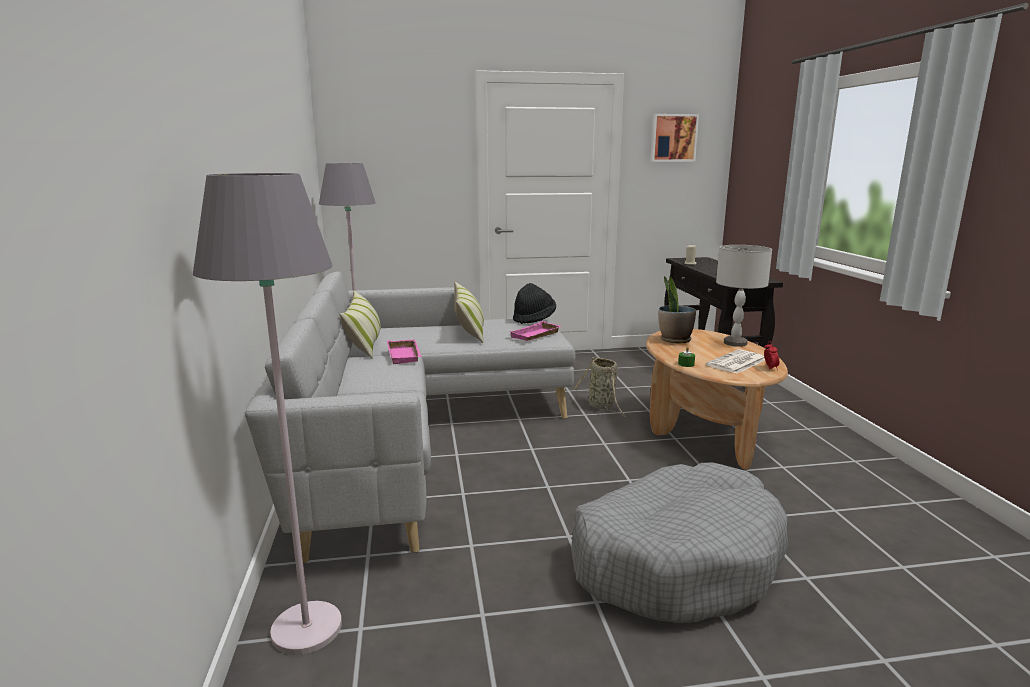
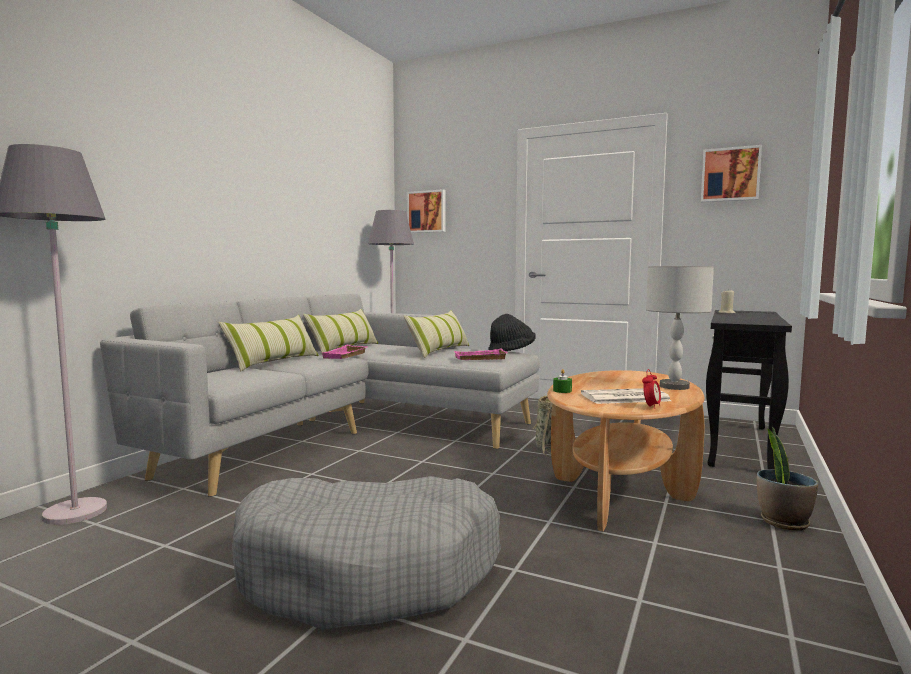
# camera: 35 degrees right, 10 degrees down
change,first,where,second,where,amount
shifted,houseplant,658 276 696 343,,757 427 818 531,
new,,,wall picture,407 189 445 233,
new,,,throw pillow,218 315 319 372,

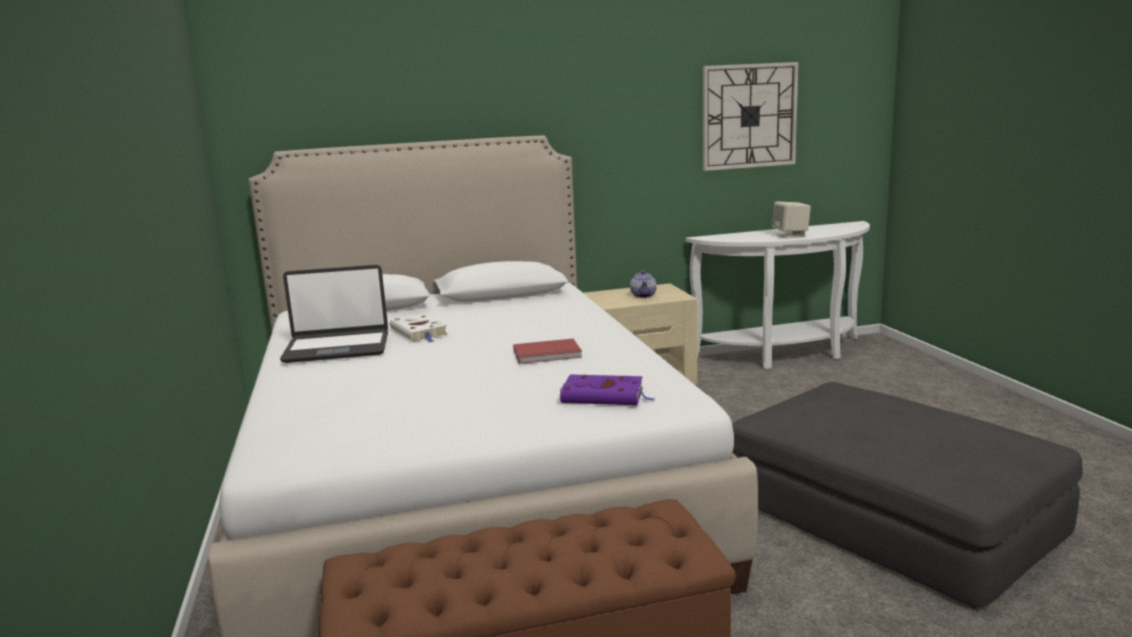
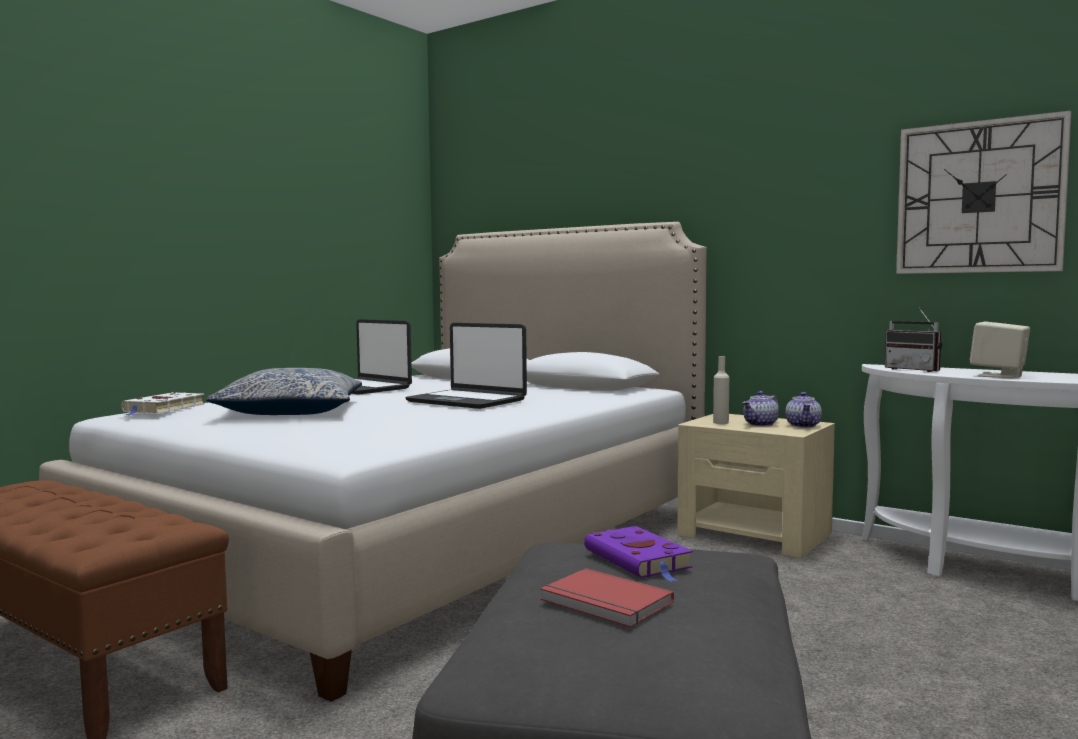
# camera: 50 degrees right, 10 degrees down
change,first,where,second,where,amount
shifted,volume/white-coloured,390 313 448 342,,121 392 205 415,
shifted,volume/red-coloured,513 339 582 364,,540 568 674 627,
shifted,volume/purple-coloured,560 375 655 405,,584 526 693 582,
new,,,radio,885 308 942 372,
new,,,laptop,405 323 527 409,
new,,,drink bottle/sand-coloured,713 356 729 424,
new,,,throw pillow,206 368 362 415,
new,,,tea pot,785 392 822 428,

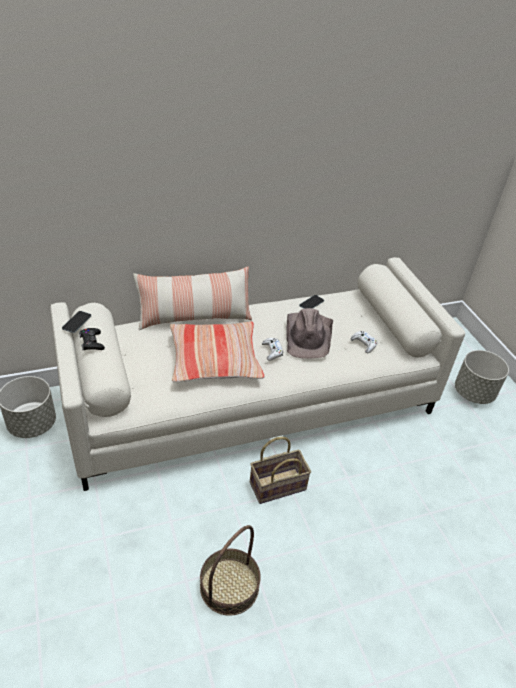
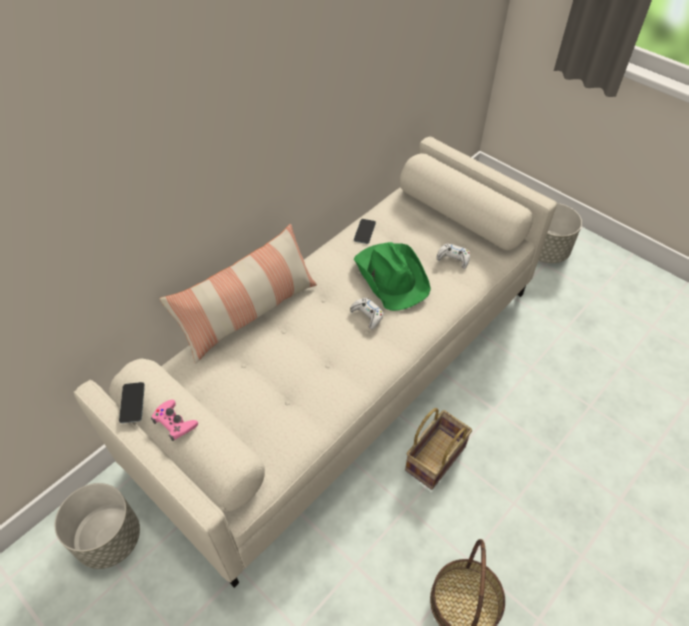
# camera: 25 degrees left, 10 degrees up
change,first,where,second,where,amount
repainted,hat/brown,286 308 333 359,hat/green,354 242 431 311,
gone,throw pillow,170 322 265 382,,,
repainted,gamepad/black-coloured,79 328 105 350,gamepad/pink,151 400 198 441,

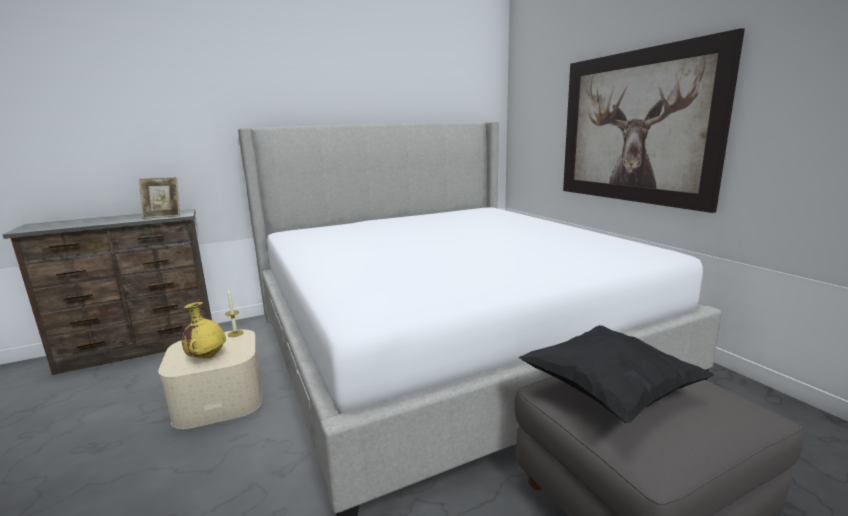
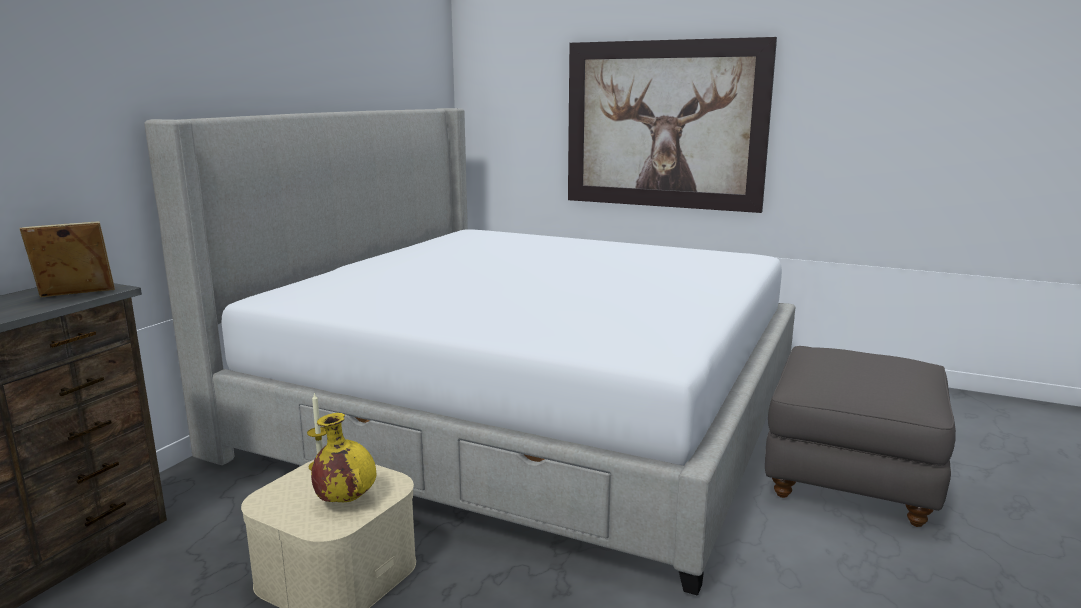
# camera: 40 degrees left, 0 degrees up
change,first,where,second,where,amount
rotated,photo frame,139 177 180 219,,20 221 115 297,150 degrees counterclockwise
gone,throw pillow/black-coloured,519 325 714 423,,,

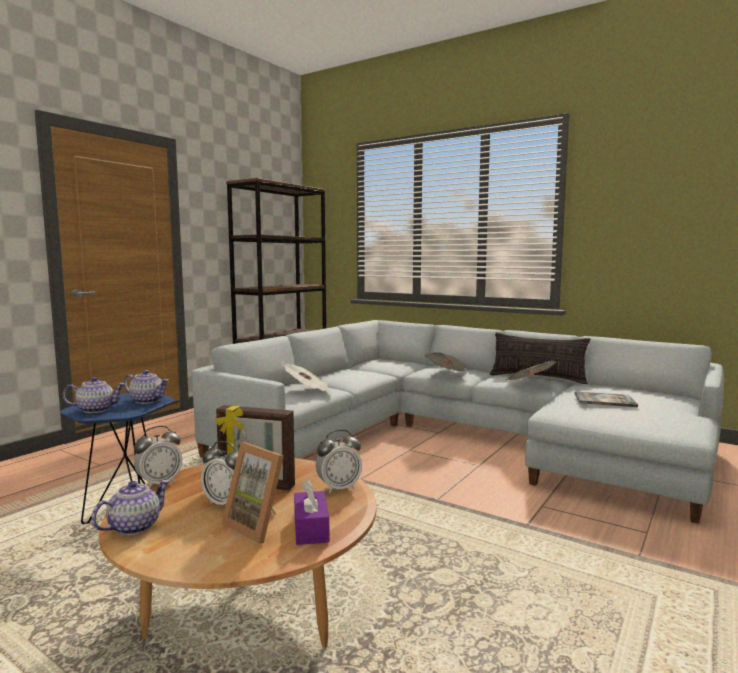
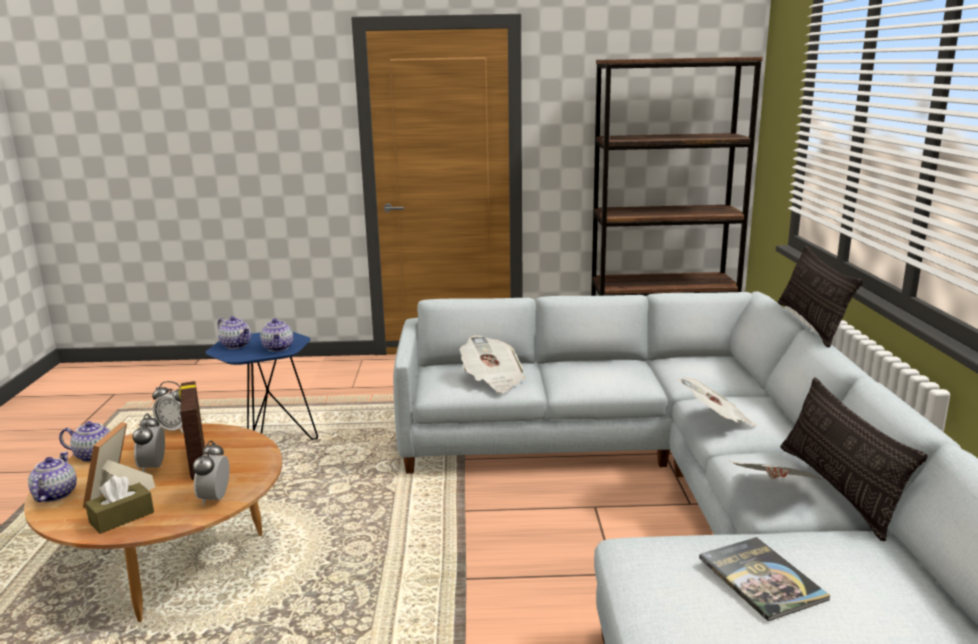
# camera: 55 degrees right, 10 degrees up
change,first,where,second,where,amount
rotated,bedside clock,316 430 362 493,,193 440 229 506,60 degrees clockwise
repainted,tissue box/purple-coloured,294 480 330 545,tissue box/brown,85 475 154 534,
new,,,throw pillow,778 245 863 348,
new,,,tea pot,28 451 77 502,

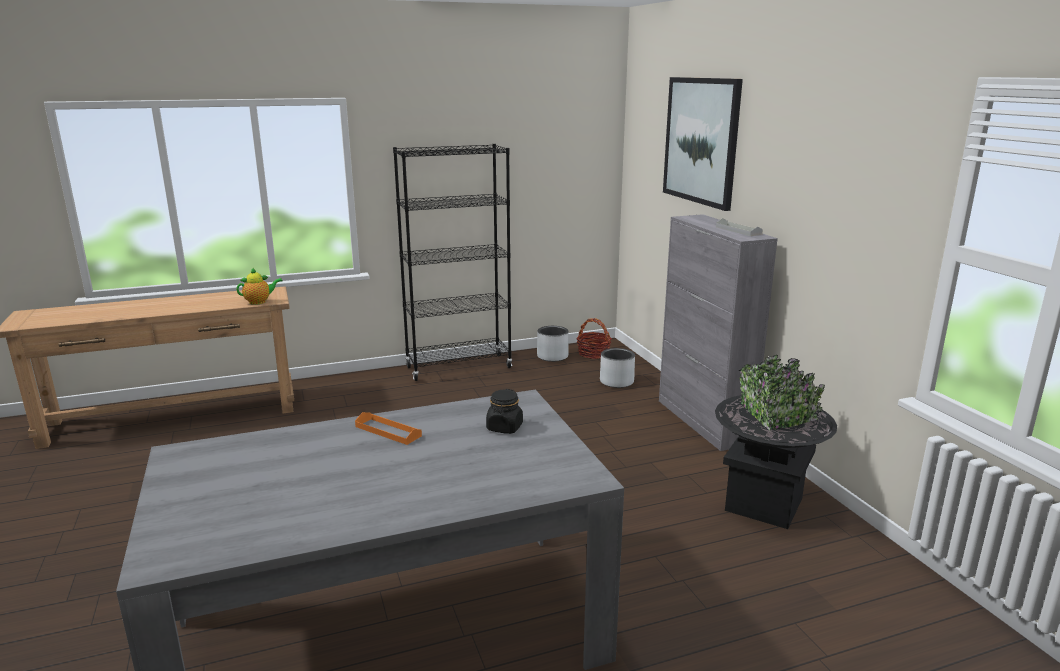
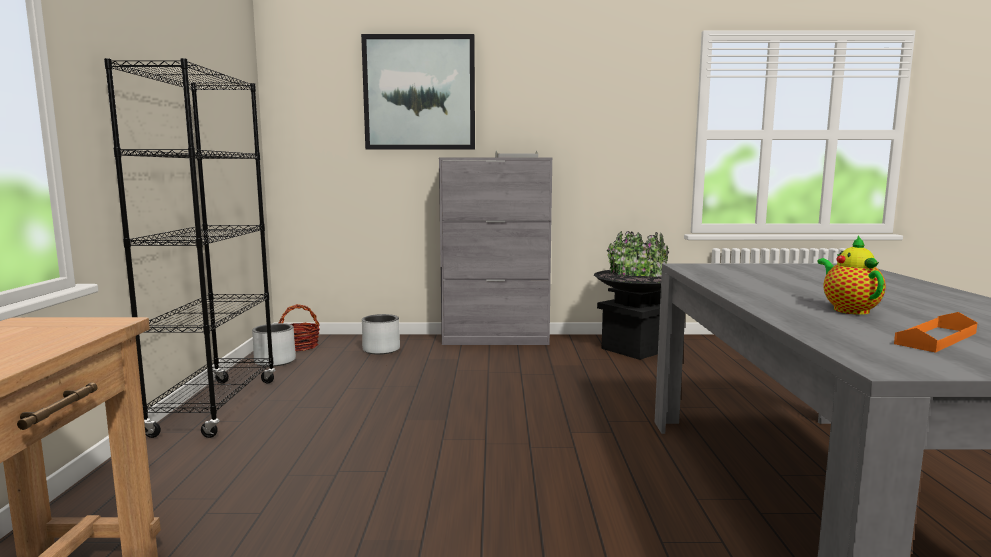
# camera: 70 degrees left, 10 degrees down
change,first,where,second,where,amount
shifted,tea pot,236 268 283 305,,817 236 886 315,
gone,storage jar/black-coloured,486 389 523 434,,,
shifted,serving tray/orangey,355 412 422 445,,894 312 977 353,

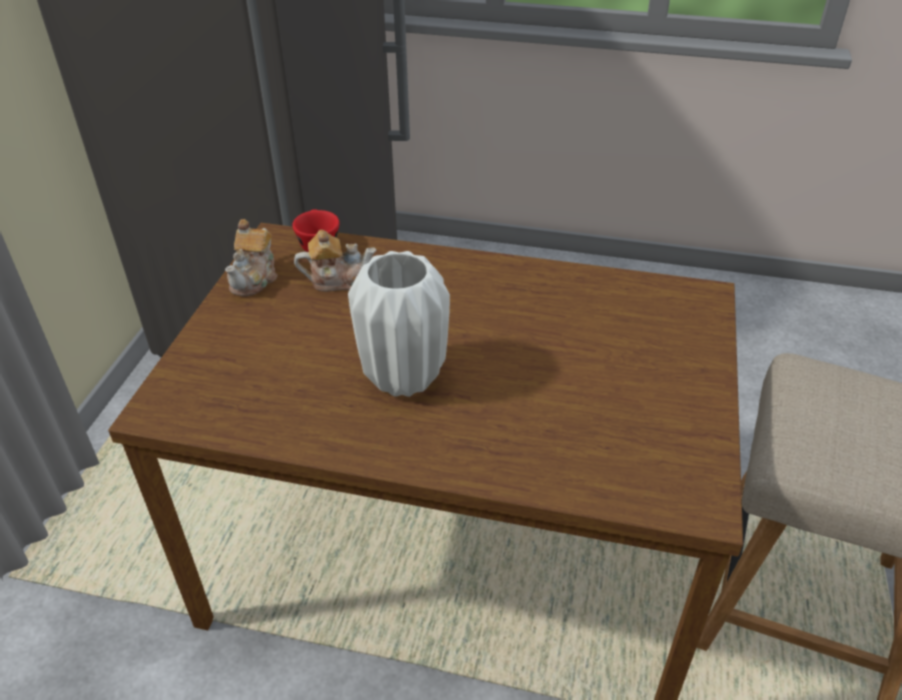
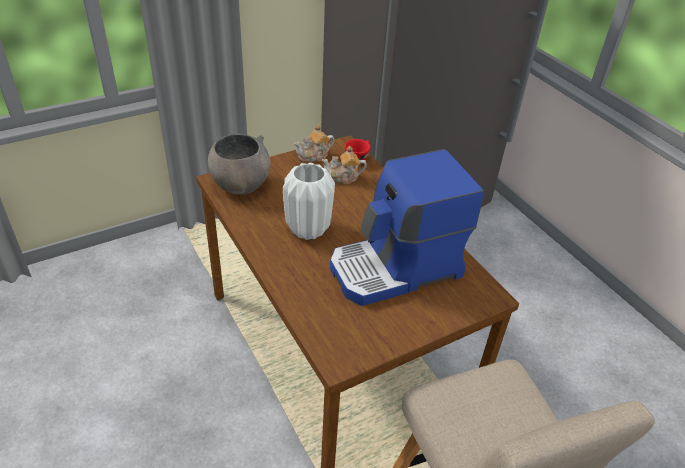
# camera: 45 degrees right, 0 degrees up
change,first,where,second,where,amount
rotated,tea pot,294 230 377 292,,322 146 367 184,135 degrees clockwise
new,,,deep dish/grey,208 134 271 195,
new,,,coffee machine,330 149 484 306,

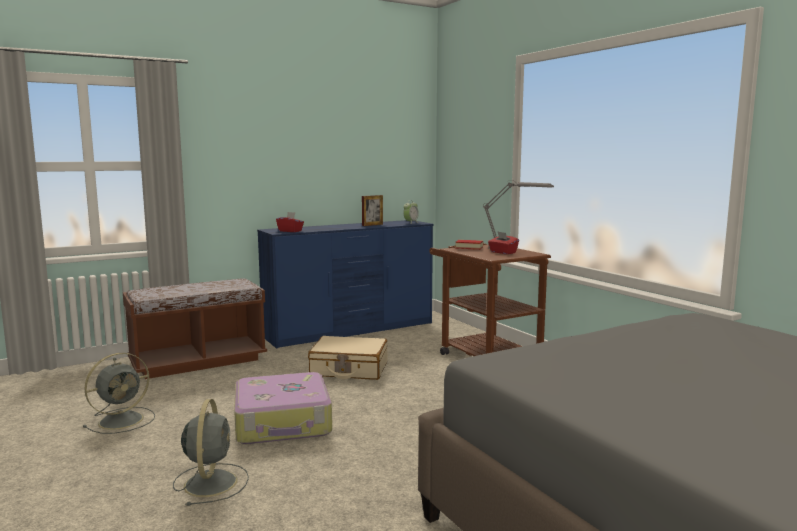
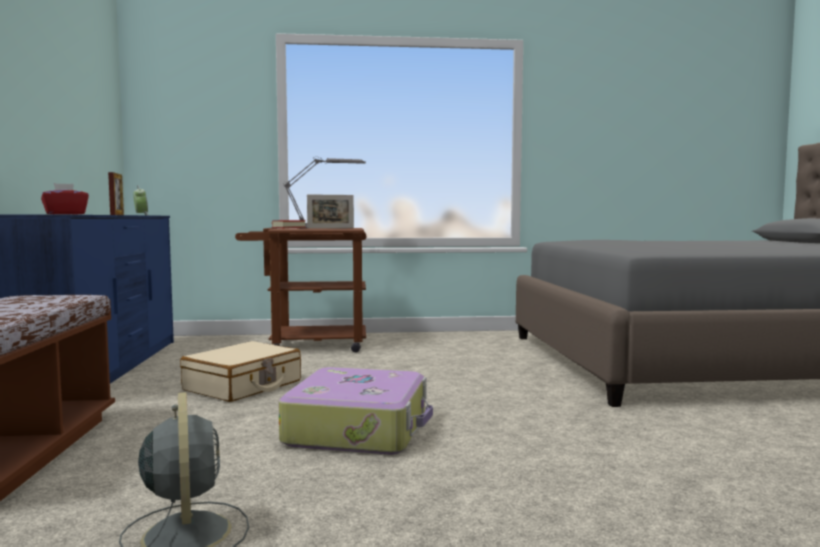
# camera: 65 degrees left, 5 degrees down
change,first,where,second,where,amount
swapped,tissue box/red-coloured,488 231 519 254,photo frame,307 194 354 229,
gone,fan/grey,173 399 249 506,,,

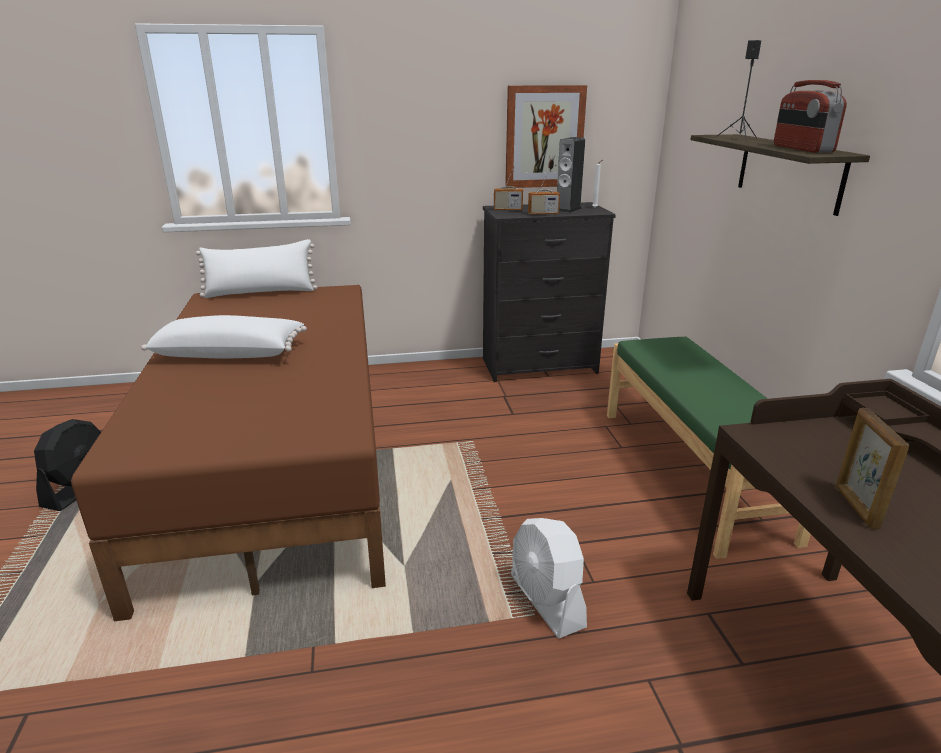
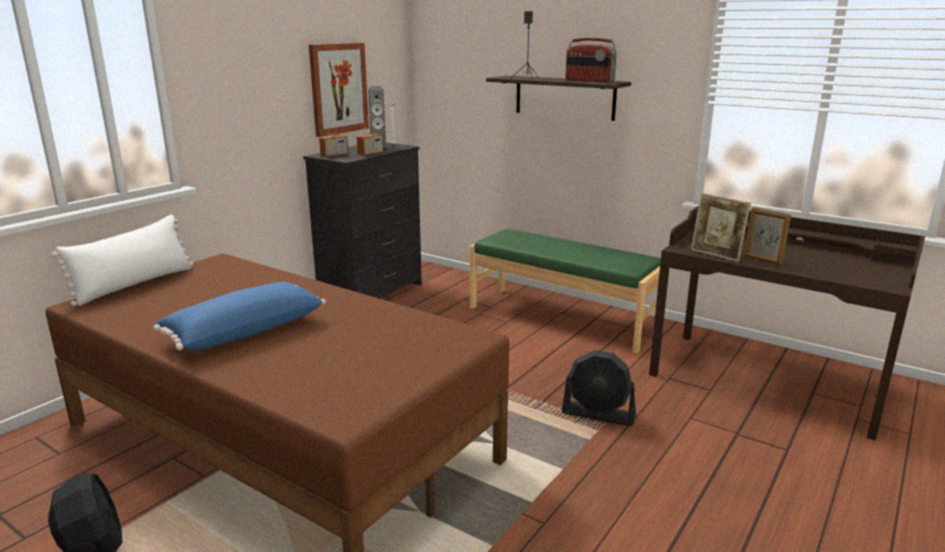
# camera: 45 degrees left, 5 degrees down
change,first,where,second,where,amount
repainted,throw pillow/white-coloured,141 315 307 358,throw pillow/bluish,153 282 326 351,
repainted,fan/white-coloured,511 518 587 638,fan/black-coloured,562 350 636 426,
new,,,photo frame,691 193 751 262,

